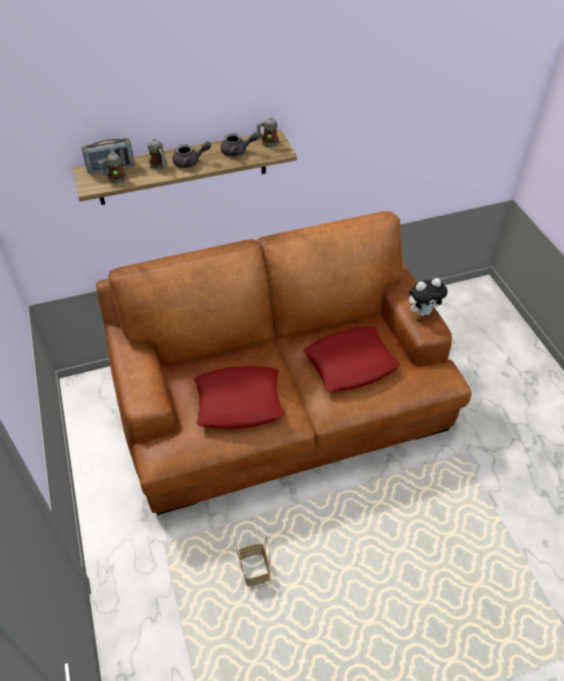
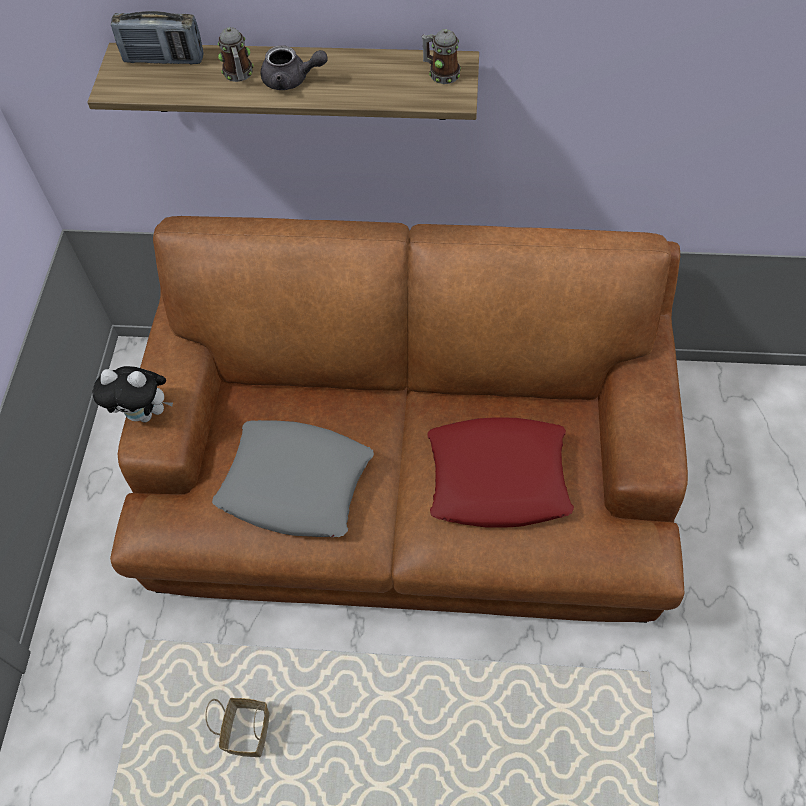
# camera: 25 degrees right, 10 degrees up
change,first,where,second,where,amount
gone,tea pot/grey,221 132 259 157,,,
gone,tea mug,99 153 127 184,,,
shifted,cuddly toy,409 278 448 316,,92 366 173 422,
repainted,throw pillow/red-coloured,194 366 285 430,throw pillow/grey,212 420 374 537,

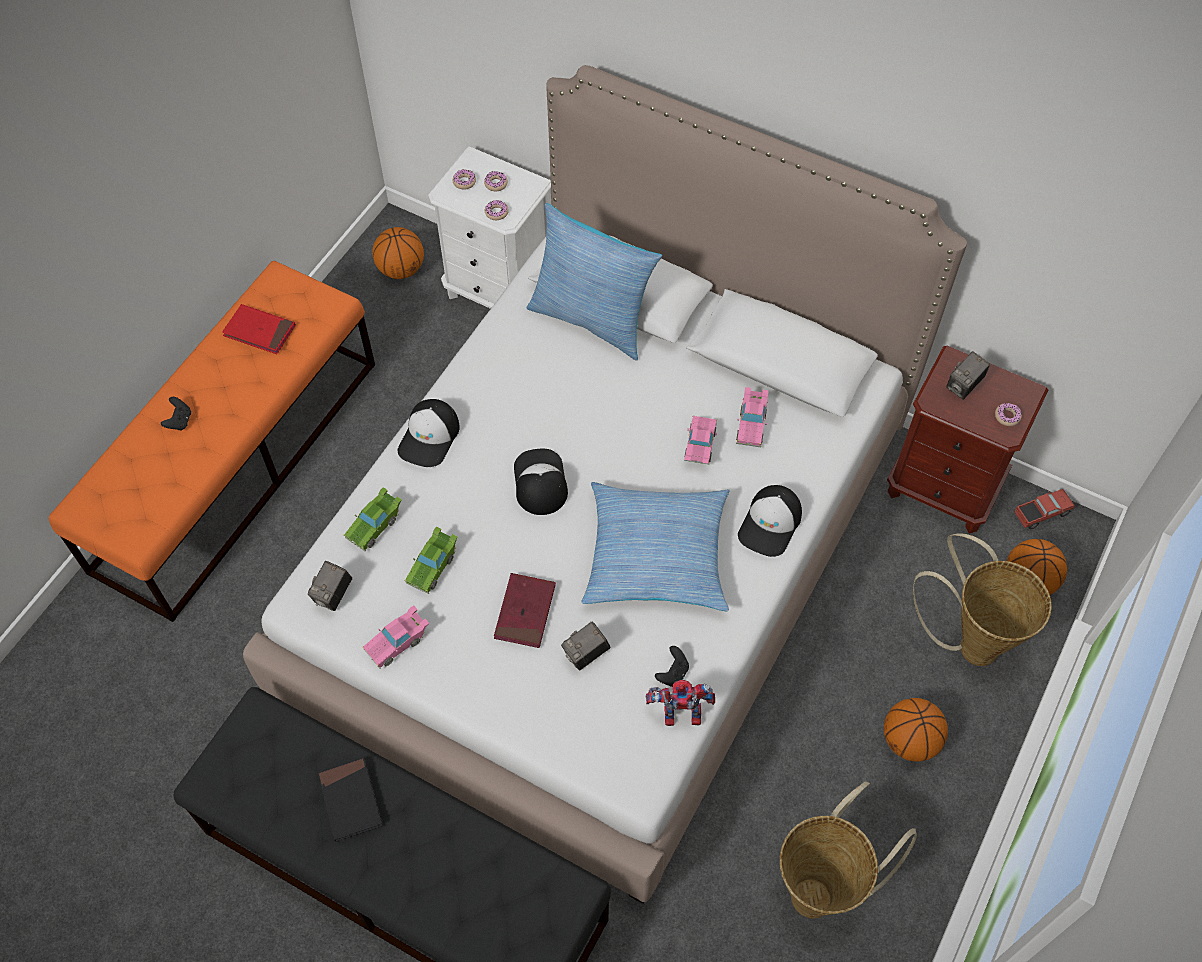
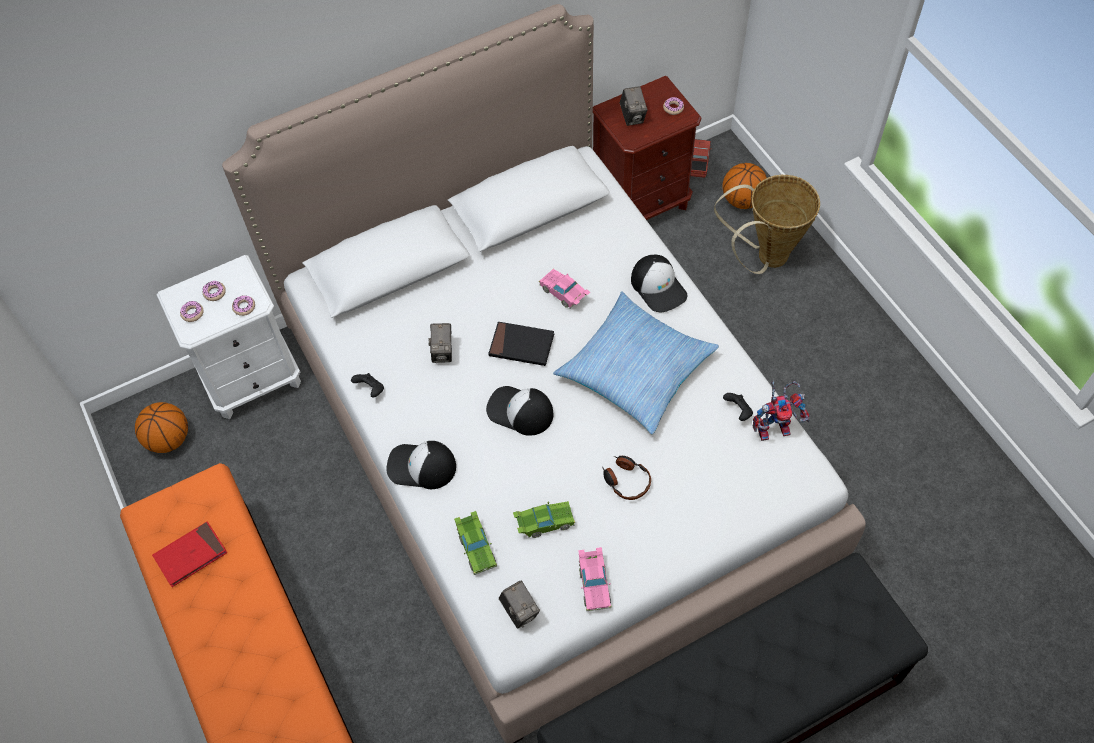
# camera: 55 degrees left, 0 degrees up
change,first,where,second,where,amount
gone,throw pillow,527 203 662 361,,,
gone,miniature car/pink,736 387 769 447,,,
shifted,gamepad/black-coloured,161 397 191 430,,351 373 384 398,
rotated,peaked cap,398 399 460 467,,387 441 456 489,135 degrees clockwise
rotated,miniature car/green,404 527 458 594,,513 501 575 538,75 degrees counterclockwise
swapped,volume/red-coloured,494 573 556 648,headset,602 456 651 500,
shifted,photo camera,561 622 610 670,,428 323 452 363,
rotated,robot figure,646 680 715 726,,753 381 809 441,135 degrees counterclockwise
gone,basketball,884 698 948 762,,,
shifted,volume/black-coloured,318 757 383 842,,488 322 554 366,
gone,storage basket,780 781 917 919,,,

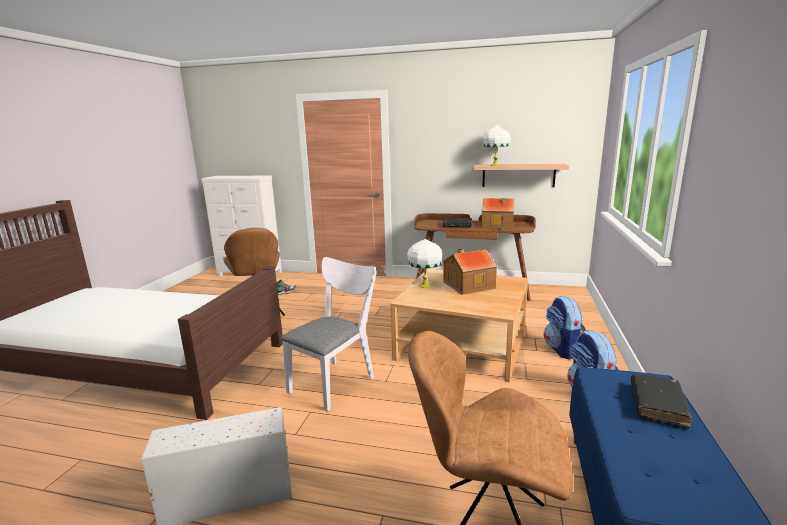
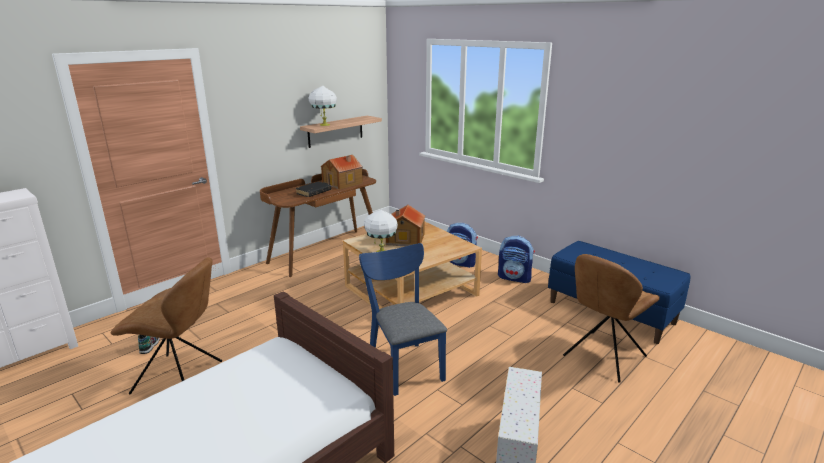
# camera: 60 degrees left, 5 degrees up
change,first,where,second,where,amount
repainted,plain chair/white-coloured,281 257 377 412,plain chair/bluish,359 243 447 396,
gone,volume/black-coloured,631 374 692 428,,,

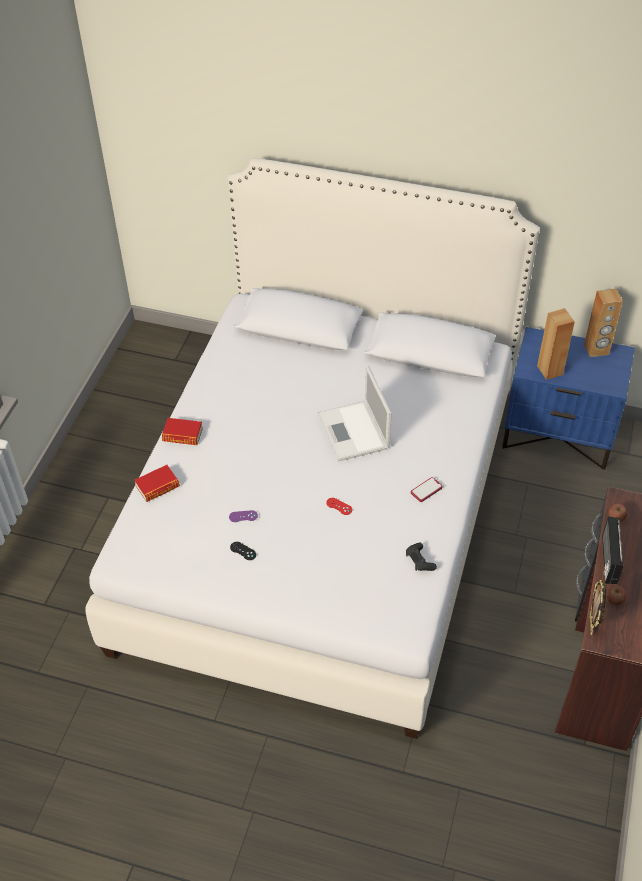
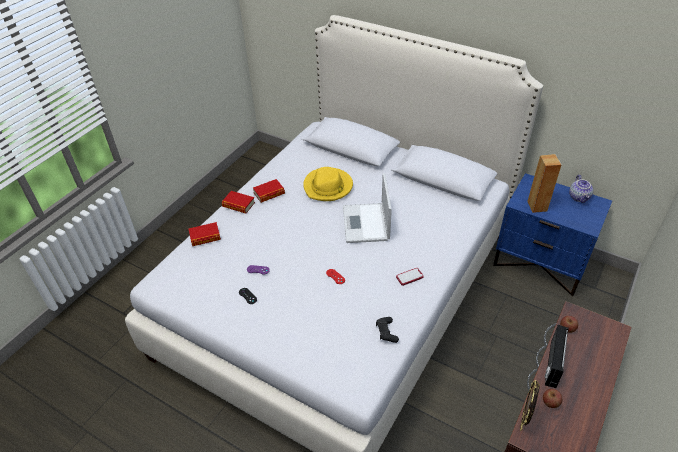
# camera: 15 degrees right, 5 degrees down
change,first,where,second,where,amount
swapped,speaker/brown,584 289 623 357,tea pot,569 175 593 203,
new,,,hat/yellow,303 167 353 201,
new,,,volume,253 179 285 203,

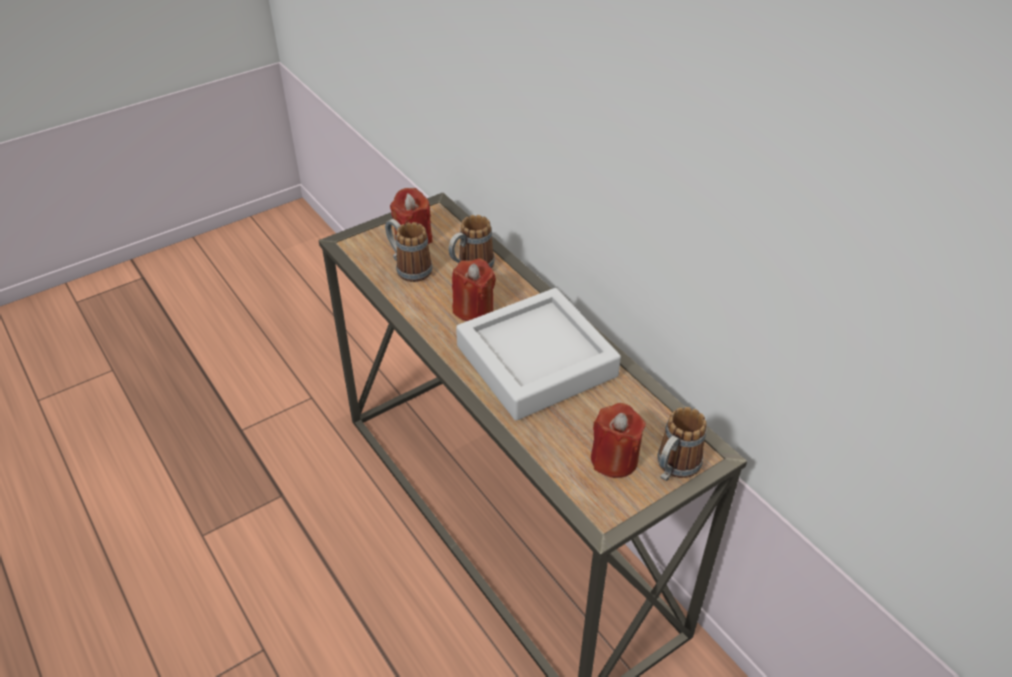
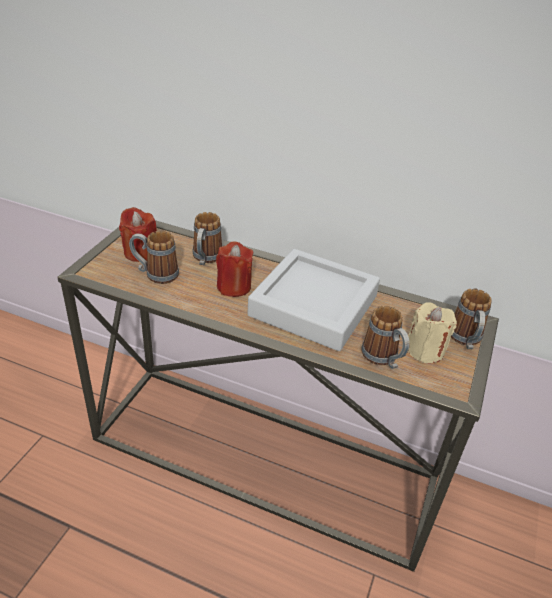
# camera: 35 degrees left, 5 degrees down
change,first,where,second,where,amount
repainted,candle/red-coloured,591 403 646 478,candle/sand-coloured,408 302 457 363,
new,,,tea mug,361 306 410 369,

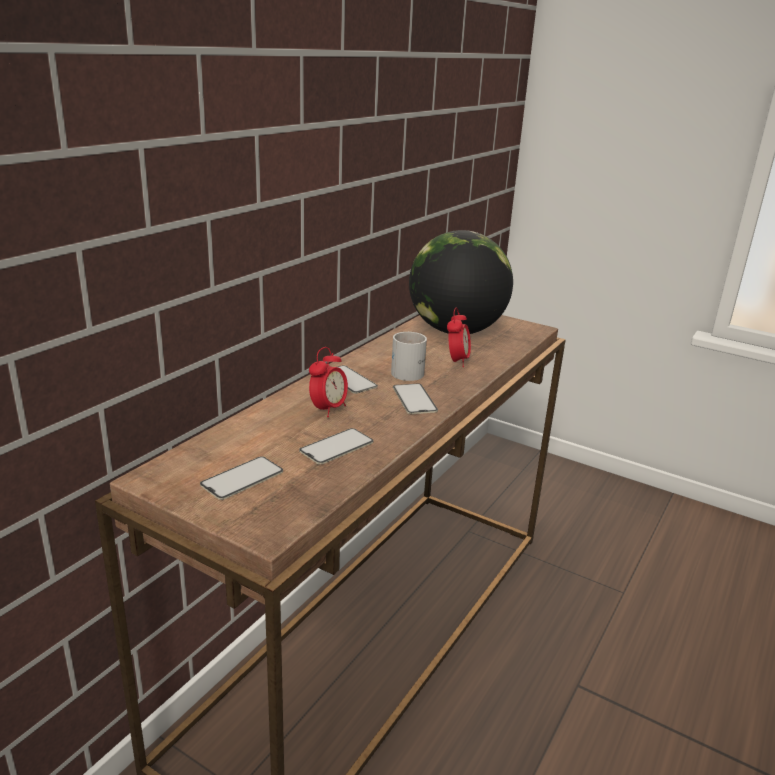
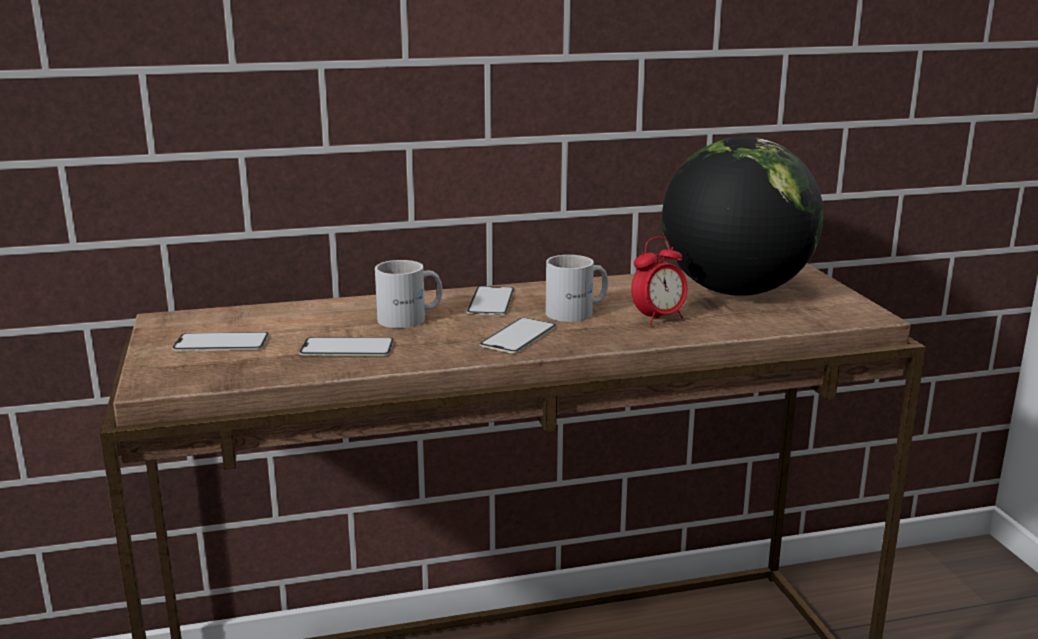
# camera: 45 degrees right, 5 degrees down
change,first,where,second,where,amount
swapped,bedside clock,309 347 348 417,tea mug/white-coloured,375 260 442 328,

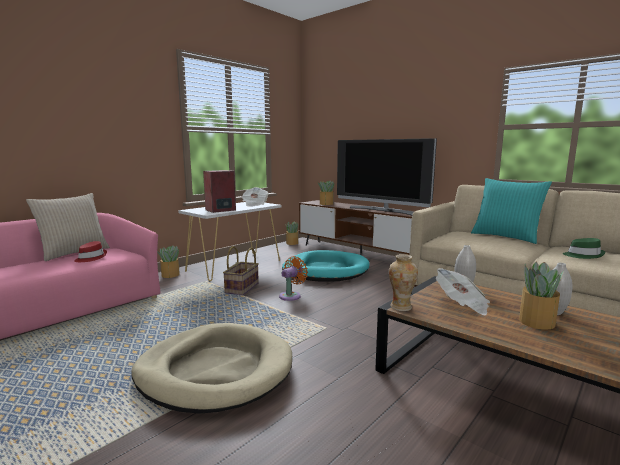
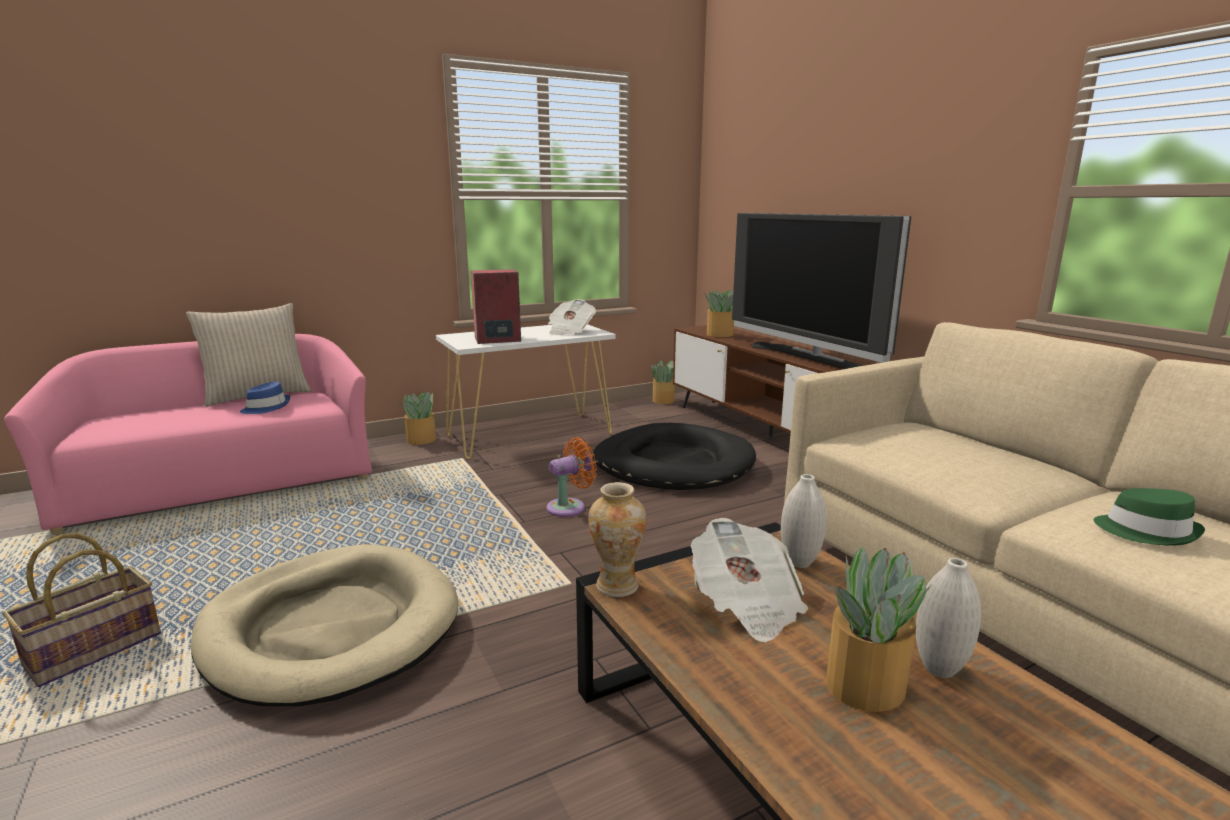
# camera: 20 degrees right, 5 degrees up
change,first,where,second,where,amount
gone,throw pillow/blue-green,471 178 552 244,,,
repainted,hat/red-coloured,74 241 107 262,hat/bluish,240 382 290 414,
shifted,storage basket,223 246 259 295,,3 533 161 687,
repainted,dog bed/blue-green,282 250 370 282,dog bed/black-coloured,593 423 756 490,

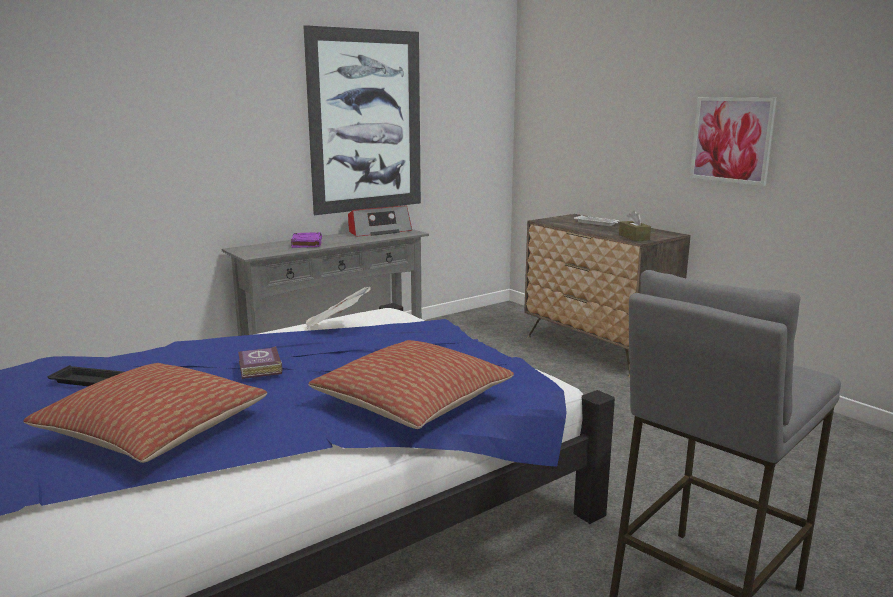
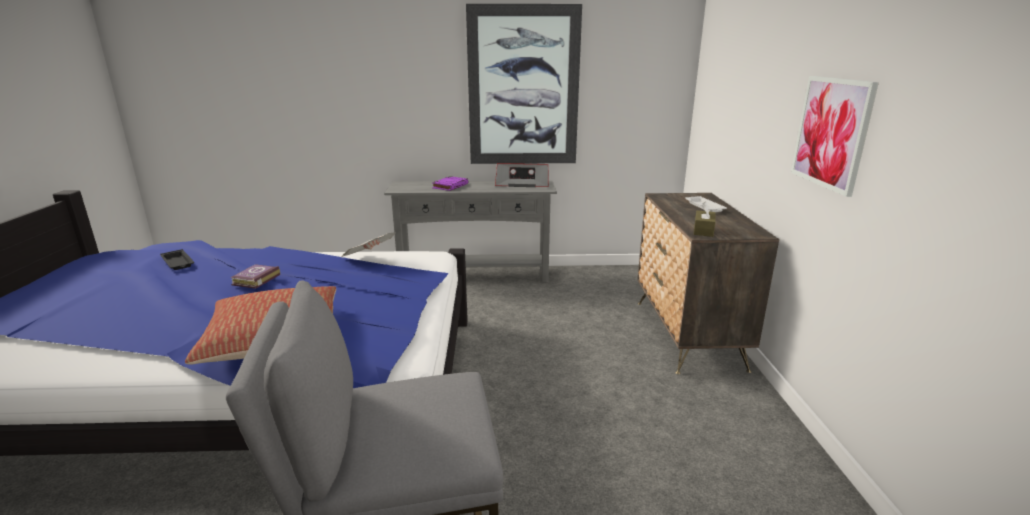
# camera: 35 degrees right, 5 degrees up
change,first,where,second,where,amount
gone,throw pillow,23 363 267 463,,,

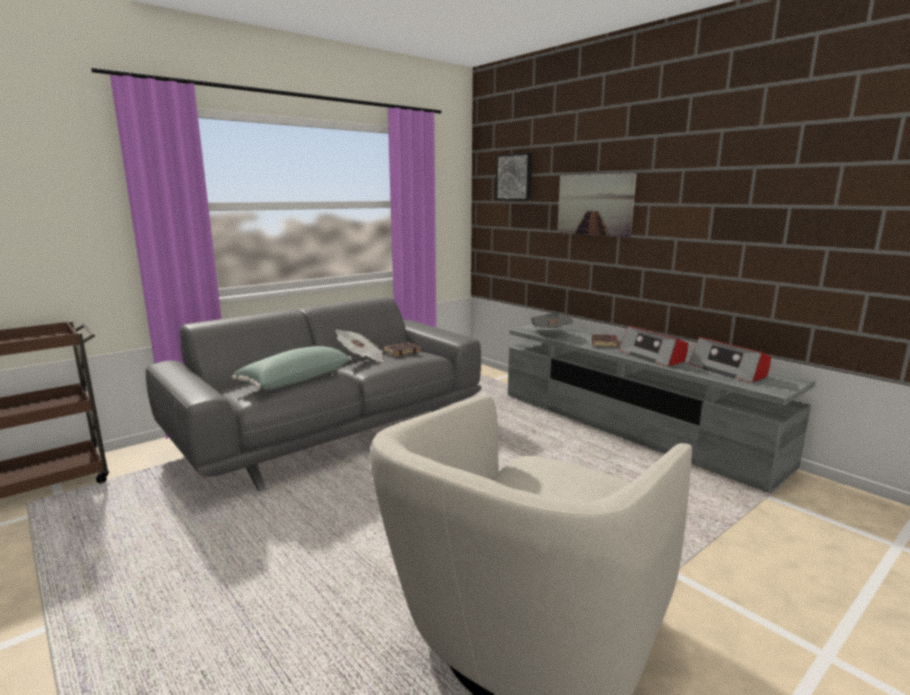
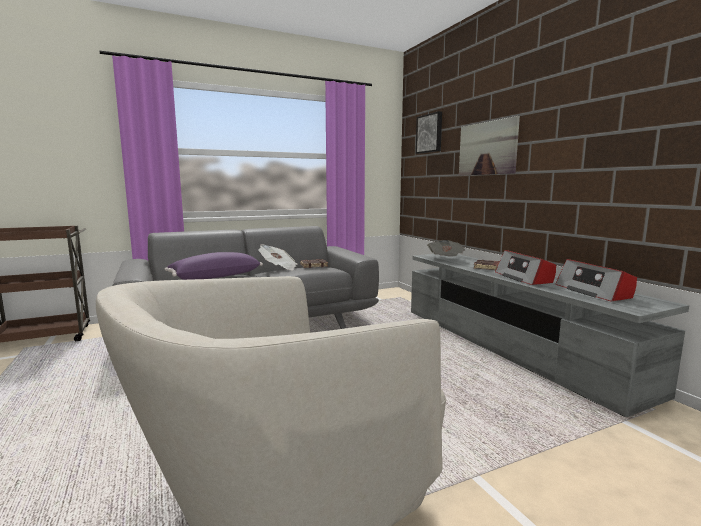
# camera: 15 degrees right, 5 degrees down
change,first,where,second,where,amount
repainted,throw pillow/green,232 346 352 390,throw pillow/purple-coloured,165 252 263 280,

